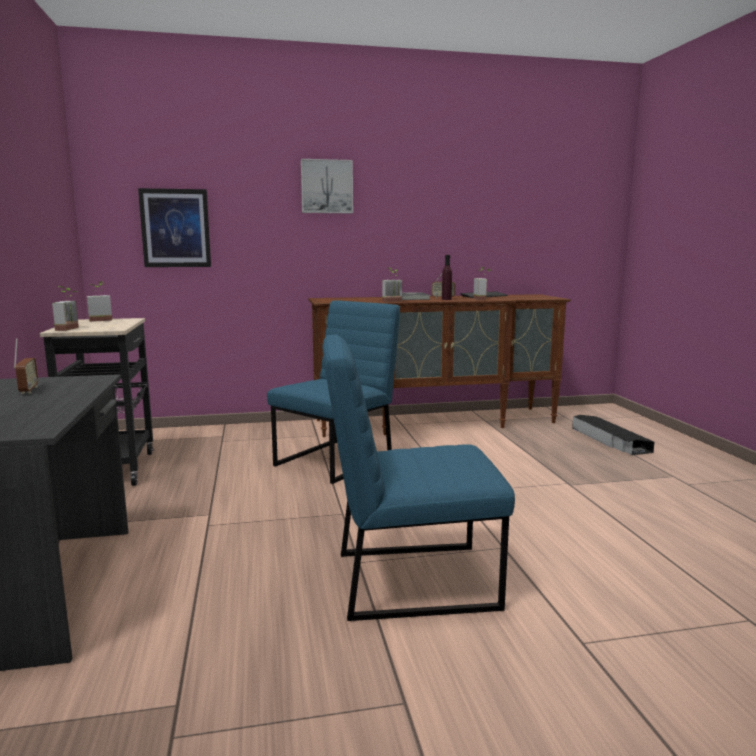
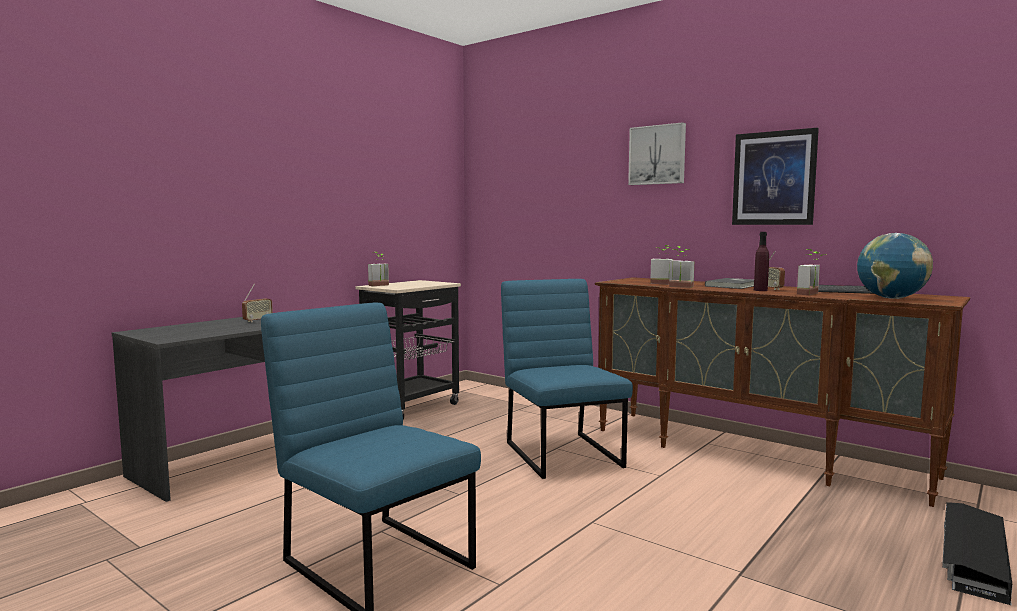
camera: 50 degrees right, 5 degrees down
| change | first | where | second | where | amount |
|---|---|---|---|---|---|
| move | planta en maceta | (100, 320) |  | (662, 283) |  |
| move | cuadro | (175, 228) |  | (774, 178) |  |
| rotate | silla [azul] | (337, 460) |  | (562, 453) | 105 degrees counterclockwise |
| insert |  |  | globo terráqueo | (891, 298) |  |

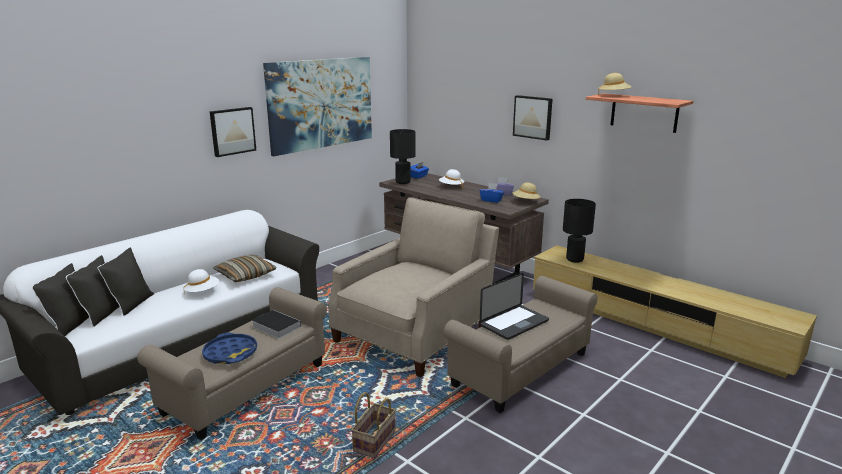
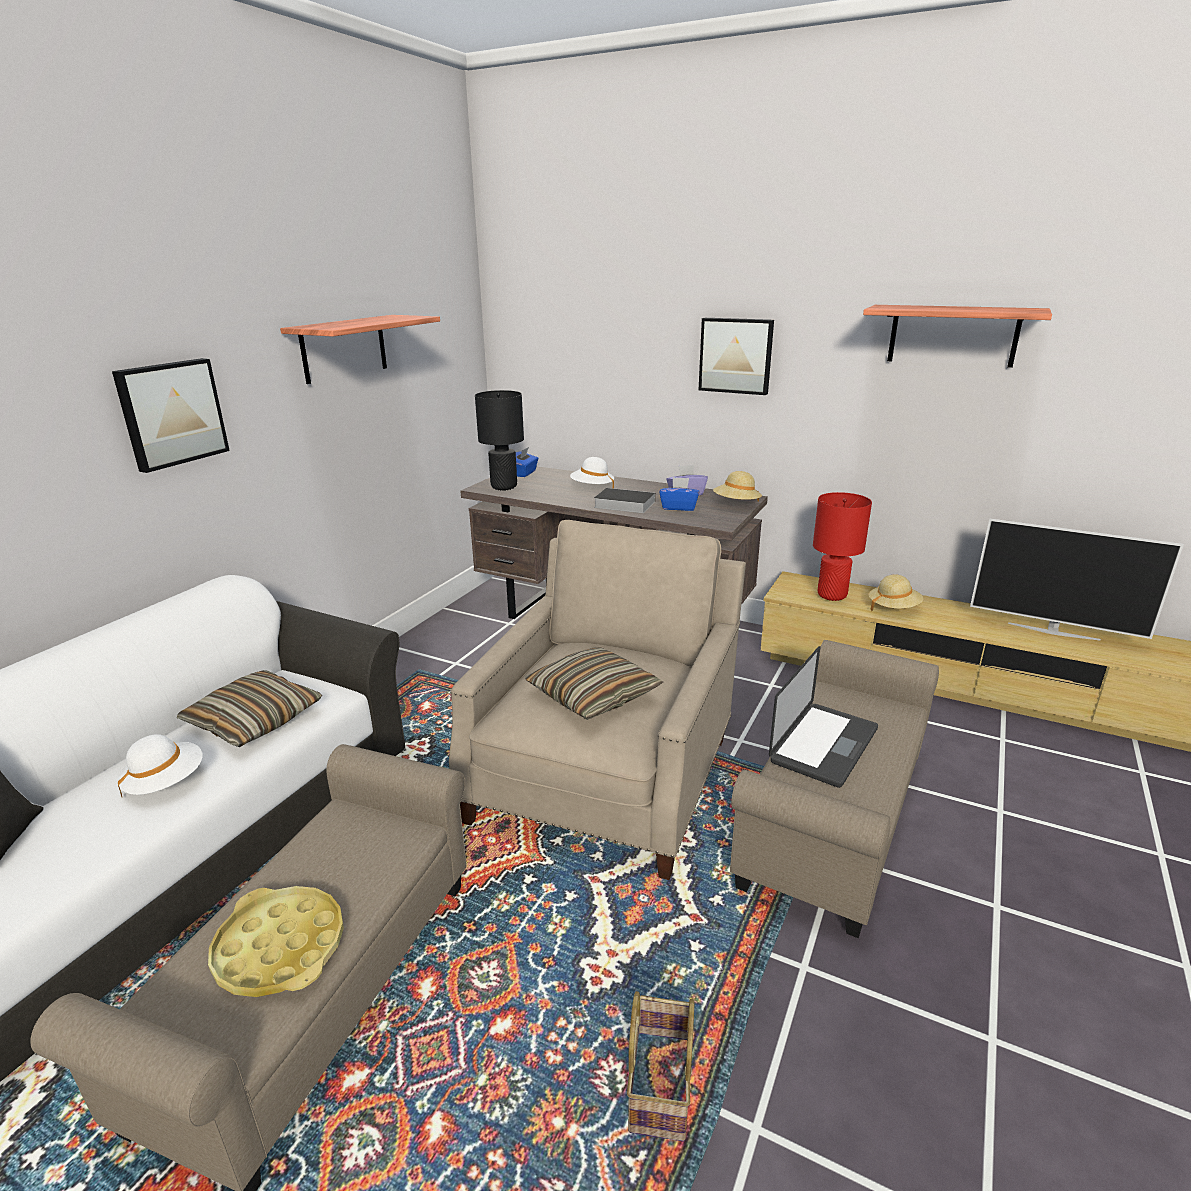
camera: 15 degrees left, 5 degrees up
| change | first | where | second | where | amount |
|---|---|---|---|---|---|
| recolor | bandeja [azul] | (230, 353) | bandeja [amarillo] | (280, 948) |  |
| move | libro | (275, 326) |  | (622, 504) |  |
| replace | cuadro | (321, 103) | estante | (344, 348) |  |
| recolor | lámpara de mesa [negro] | (574, 261) | lámpara de mesa [rojo] | (831, 597) |  |
| move | sombrero [beis] | (614, 95) |  | (893, 608) |  |
| insert |  |  | cojín | (593, 695) |  |
| insert |  |  | televisor | (1053, 631) |  |

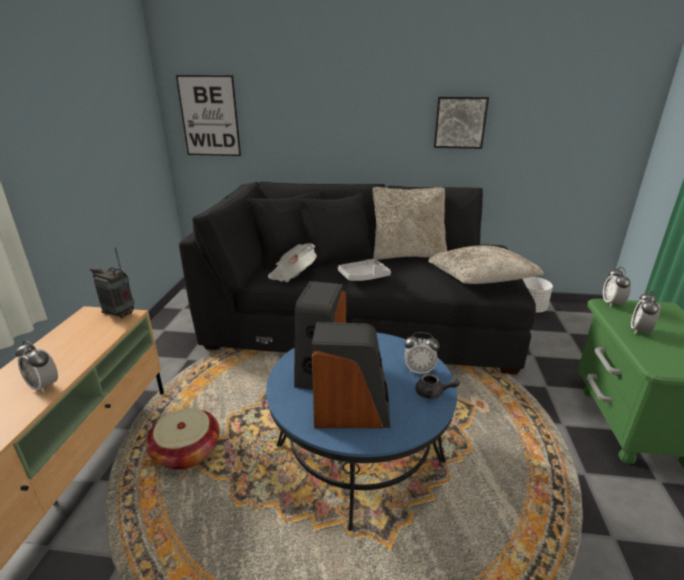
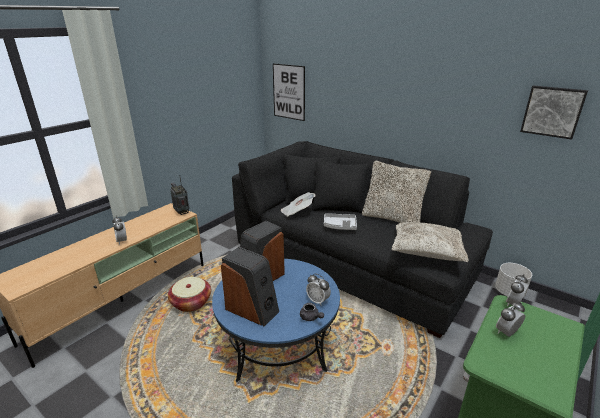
camera: 30 degrees right, 0 degrees up
| change | first | where | second | where | amount |
|---|---|---|---|---|---|
| move | cuadro | (460, 122) |  | (552, 111) |  |

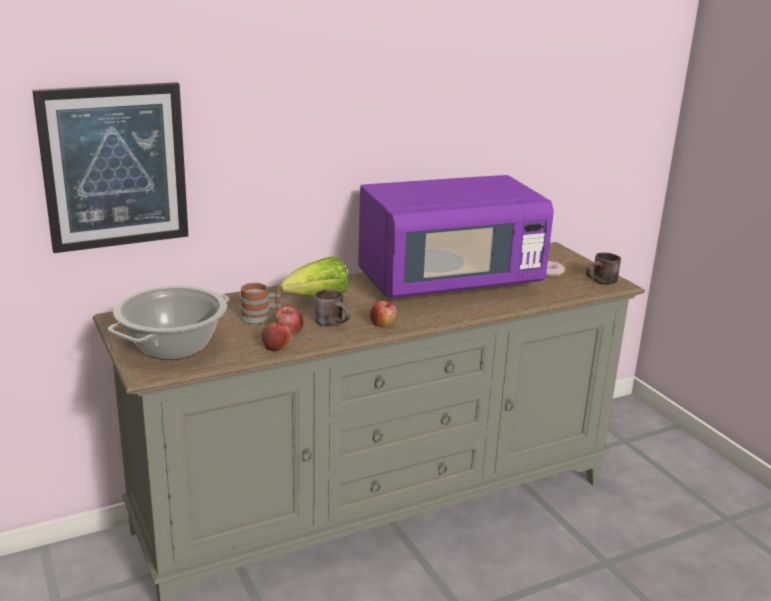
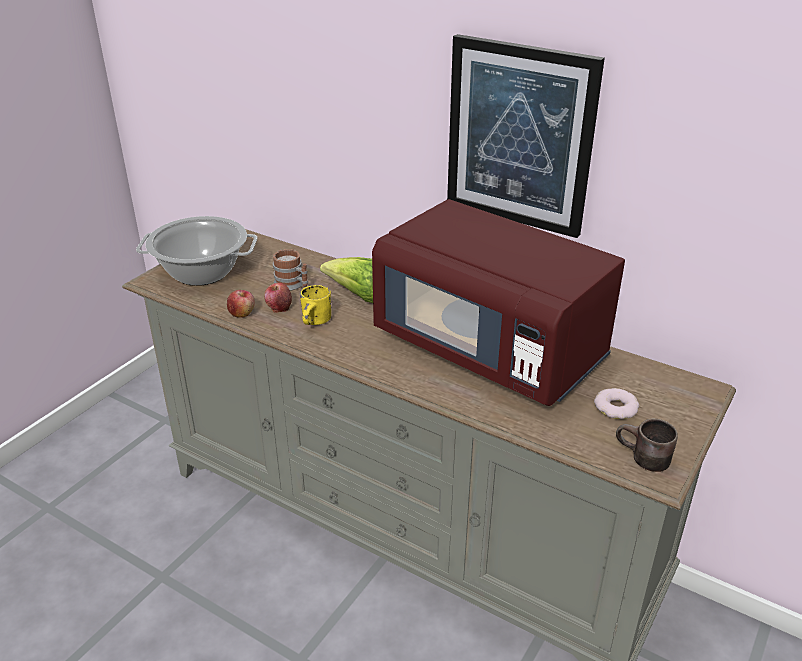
camera: 60 degrees right, 10 degrees up
| change | first | where | second | where | amount |
|---|---|---|---|---|---|
| move | cuadro | (114, 166) |  | (520, 136) |  |
| recolor | taza grande [marrón] | (334, 323) | taza grande [amarillo] | (317, 322) |  |
| recolor | microondas [morado] | (449, 282) | microondas [rojo] | (490, 350) |  |
| delete | manzana | (383, 323) |  |  |  |

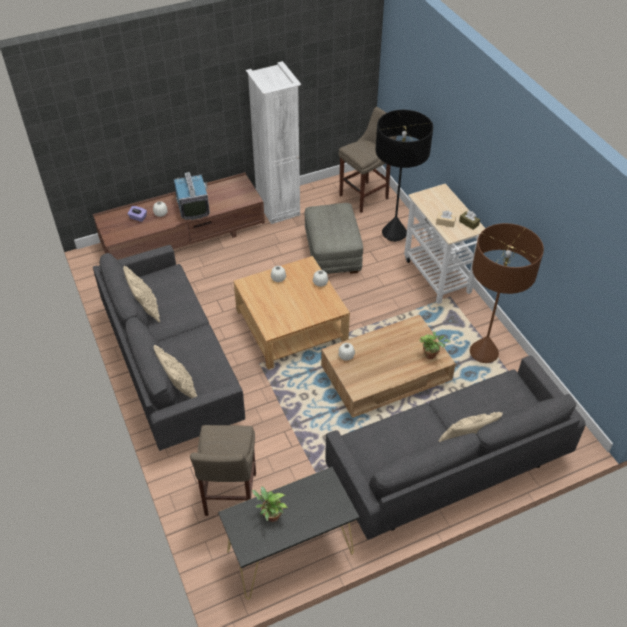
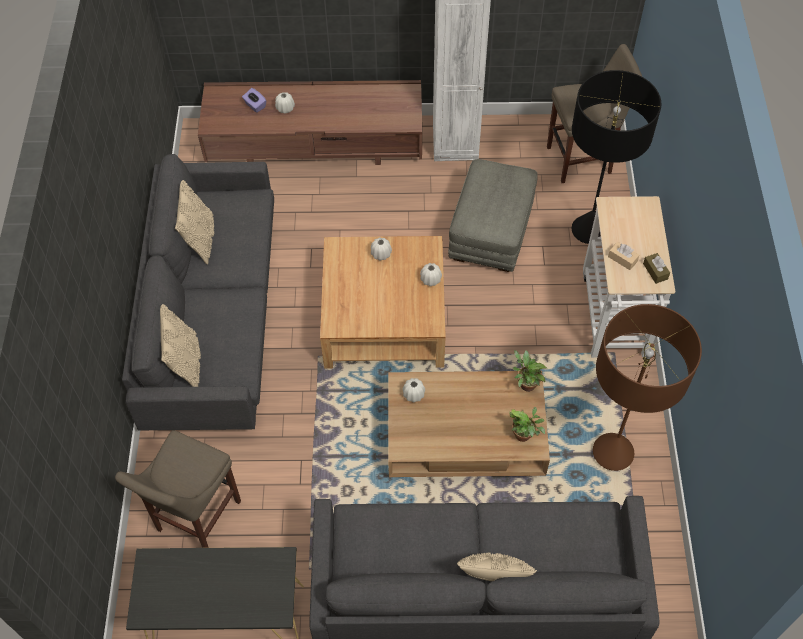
camera: 25 degrees right, 10 degrees up
| change | first | where | second | where | amount |
|---|---|---|---|---|---|
| delete | televisor | (192, 205) |  |  |  |
| move | planta en maceta | (270, 516) |  | (525, 384) |  |

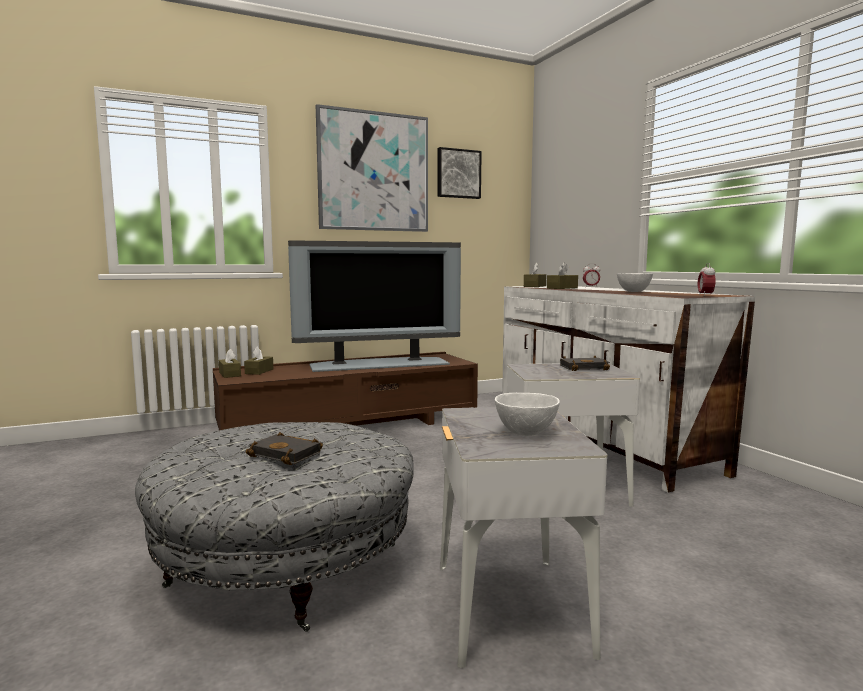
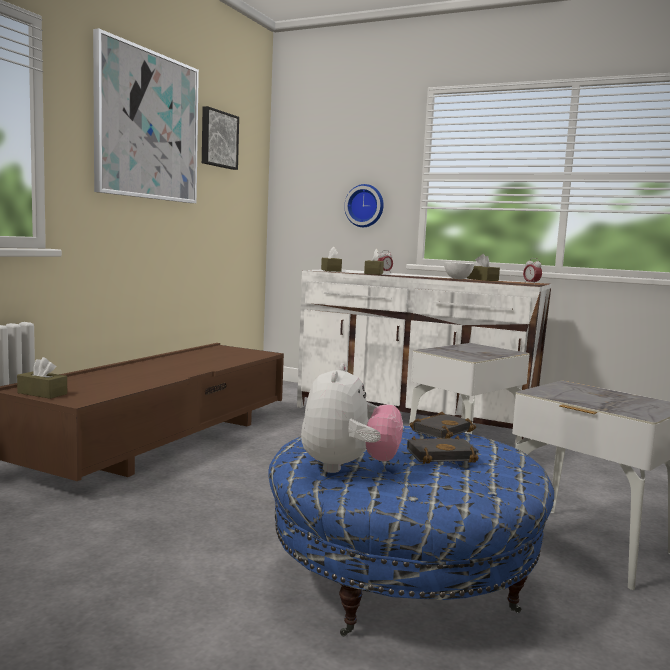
camera: 40 degrees left, 0 degrees up
| change | first | where | second | where | amount |
|---|---|---|---|---|---|
| recolor | puf [gris] | (286, 566) | puf [azul] | (401, 577) |  |
| move | caja de pañuelos [marrón] | (259, 371) |  | (482, 279) |  |
| delete | televisor | (379, 364) |  |  |  |
| delete | cuenco [blanco] | (526, 432) |  |  |  |
| move | libro [negro] | (584, 367) |  | (441, 430) |  |
| insert |  |  | peluche | (348, 467) |  |
| insert |  |  | reloj de pared | (365, 206) |  |

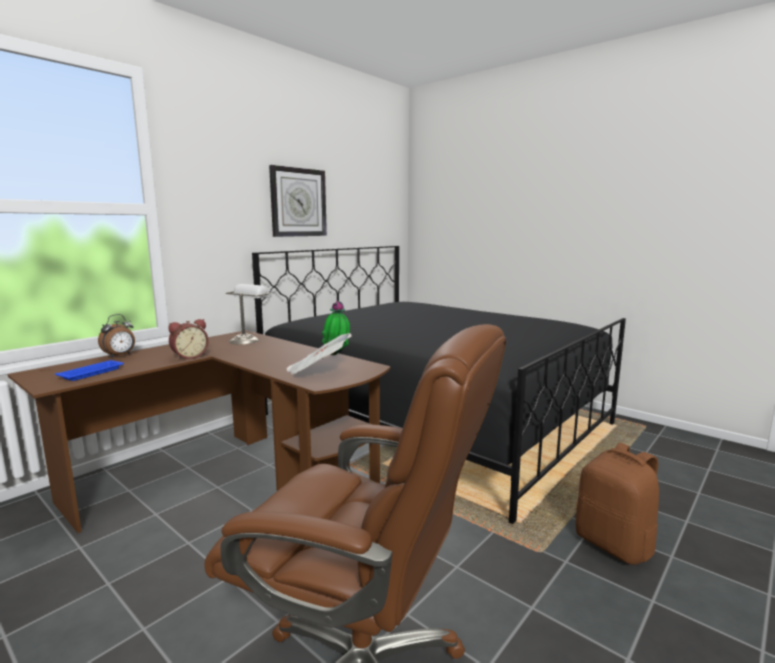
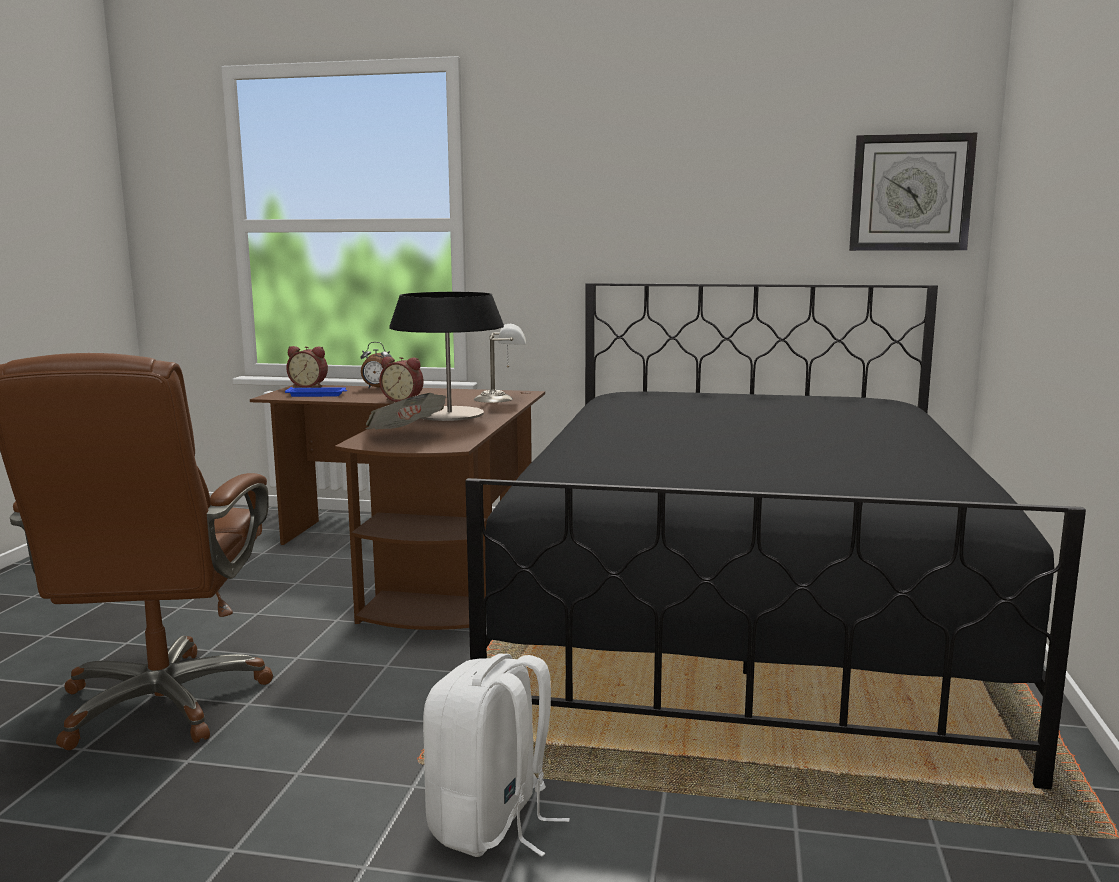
camera: 60 degrees right, 0 degrees up
| change | first | where | second | where | amount |
|---|---|---|---|---|---|
| move | reloj de pared | (298, 202) |  | (911, 193) |  |
| delete | planta en maceta | (337, 354) |  |  |  |
| recolor | mochila [marrón] | (615, 544) | mochila [blanco] | (491, 825) |  |
| insert |  |  | despertador | (309, 386) |  |
| insert |  |  | lámpara de mesa | (449, 414) |  |

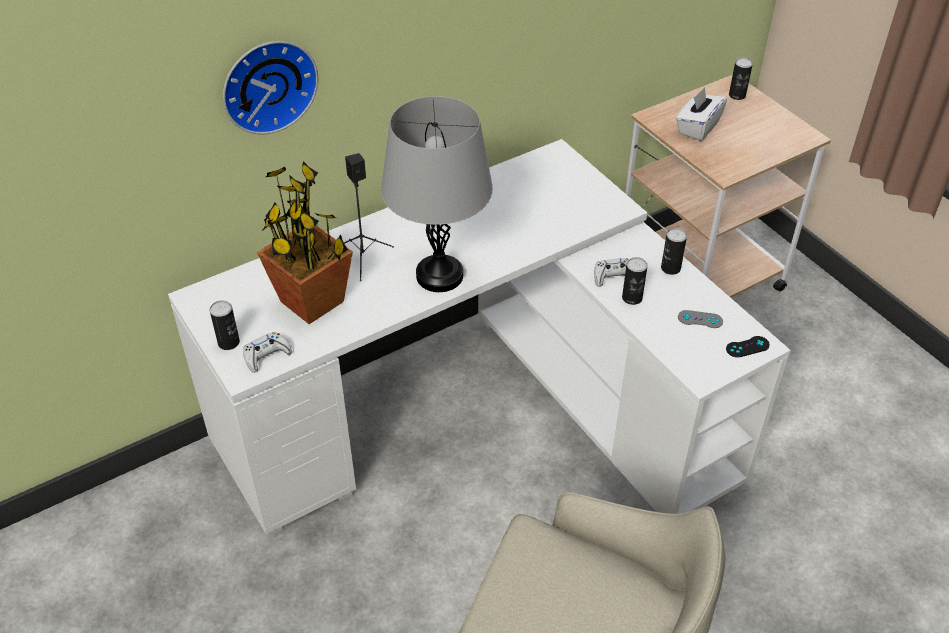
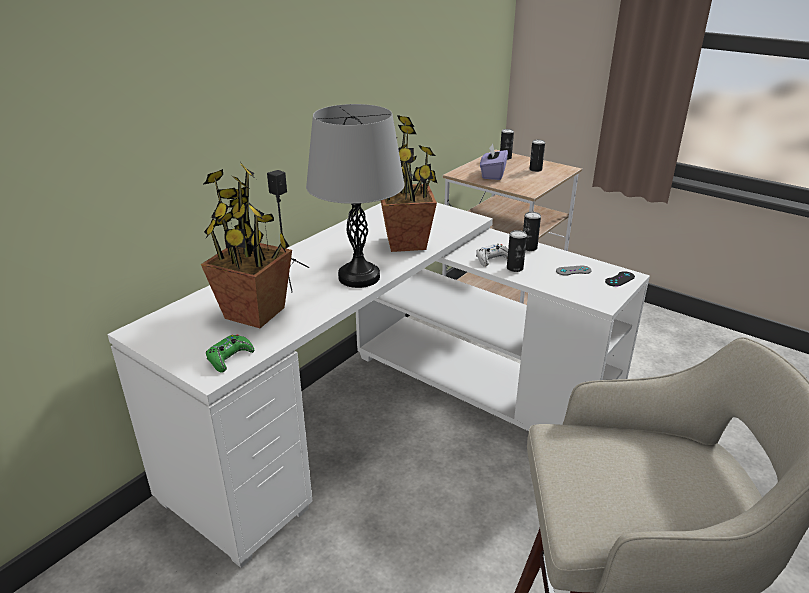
camera: 20 degrees left, 15 degrees down
| change | first | where | second | where | amount |
|---|---|---|---|---|---|
| move | lata | (228, 342) |  | (535, 169) |  |
| delete | reloj de pared | (267, 84) |  |  |  |
| recolor | mando de consola [blanco] | (266, 356) | mando de consola [verde] | (229, 358) |  |
| recolor | caja de pañuelos [blanco] | (697, 127) | caja de pañuelos [morado] | (492, 174) |  |
| insert |  |  | planta en maceta | (407, 243) |  |

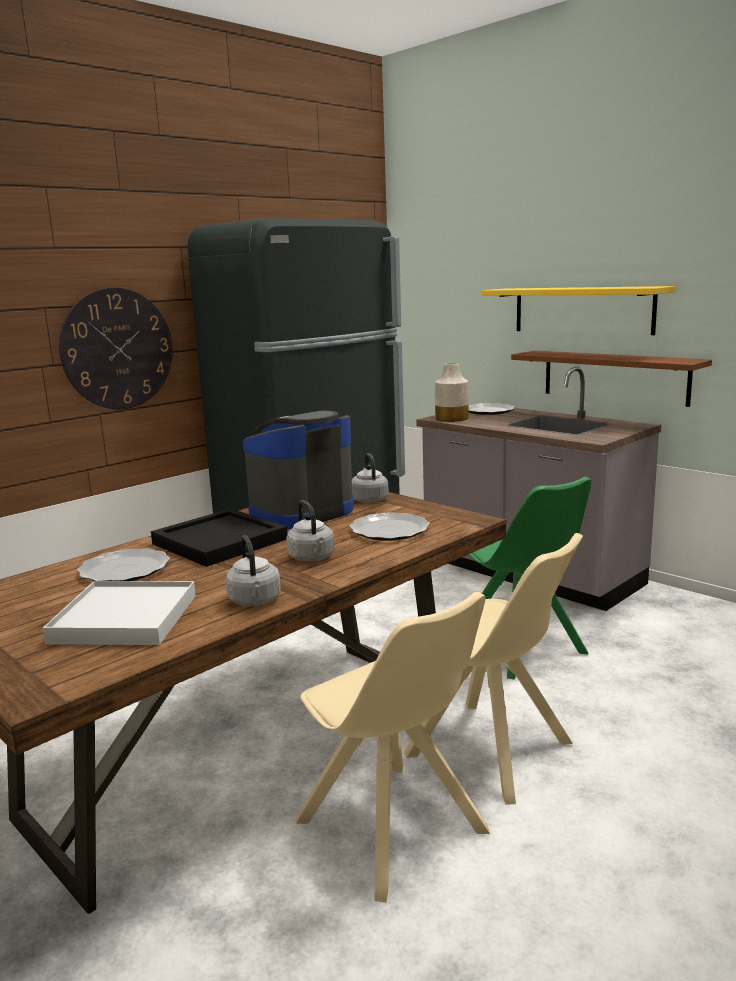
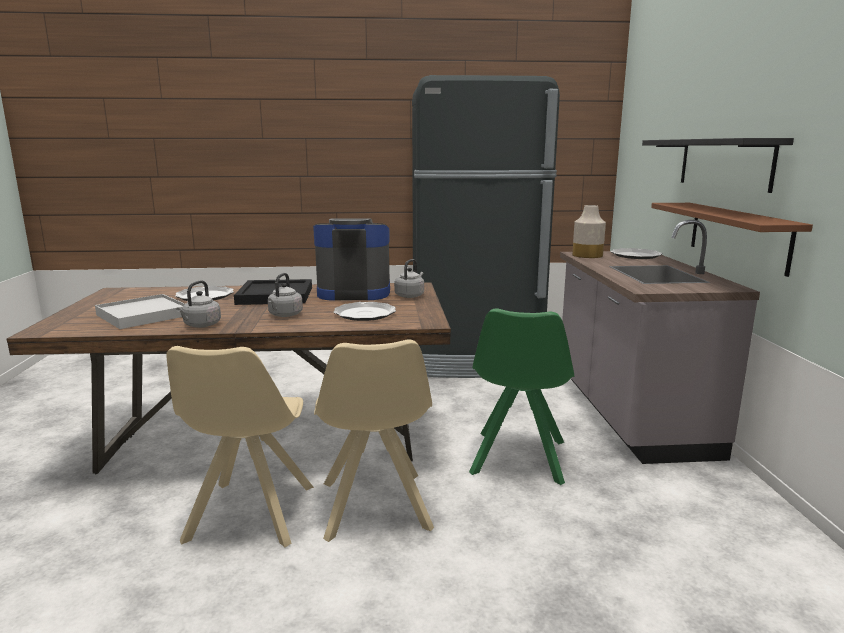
camera: 40 degrees right, 0 degrees up
| change | first | where | second | where | amount |
|---|---|---|---|---|---|
| delete | reloj de pared | (117, 349) |  |  |  |
| recolor | estante [amarillo] | (582, 310) | estante [negro] | (724, 163) |  |

